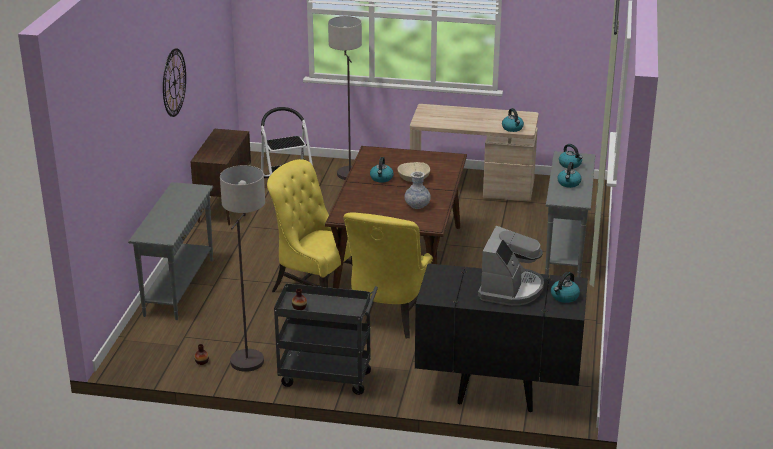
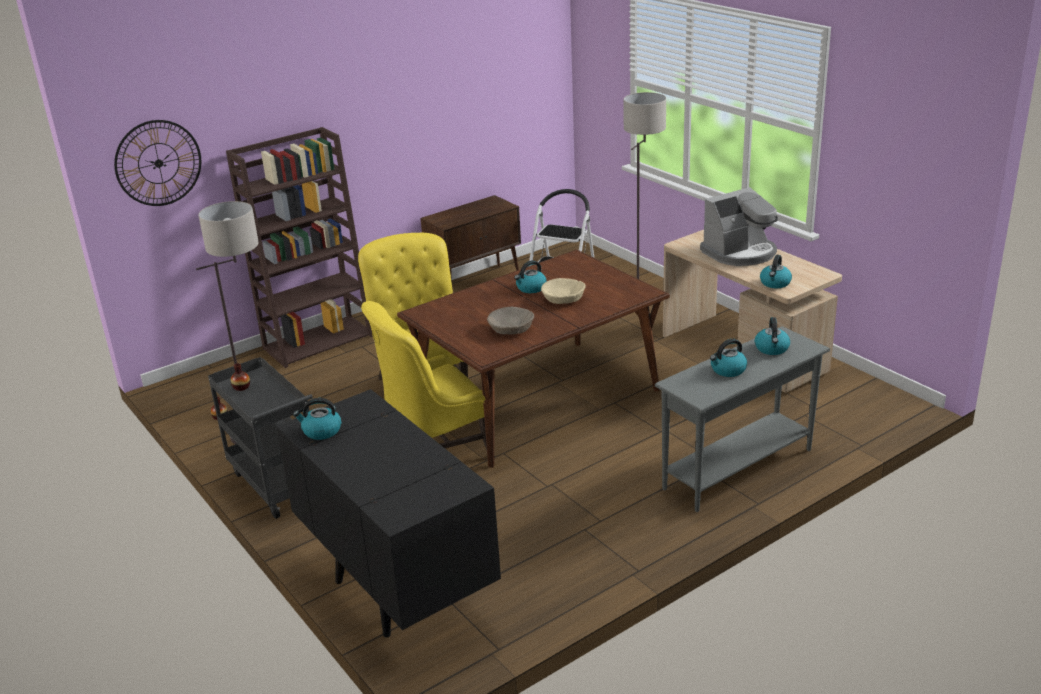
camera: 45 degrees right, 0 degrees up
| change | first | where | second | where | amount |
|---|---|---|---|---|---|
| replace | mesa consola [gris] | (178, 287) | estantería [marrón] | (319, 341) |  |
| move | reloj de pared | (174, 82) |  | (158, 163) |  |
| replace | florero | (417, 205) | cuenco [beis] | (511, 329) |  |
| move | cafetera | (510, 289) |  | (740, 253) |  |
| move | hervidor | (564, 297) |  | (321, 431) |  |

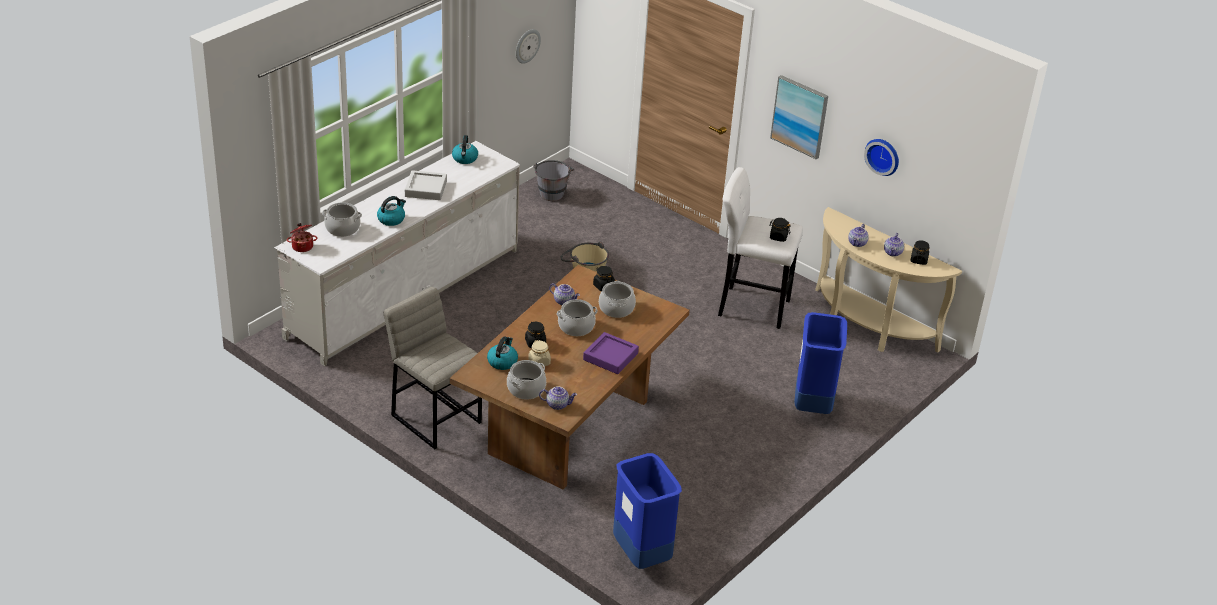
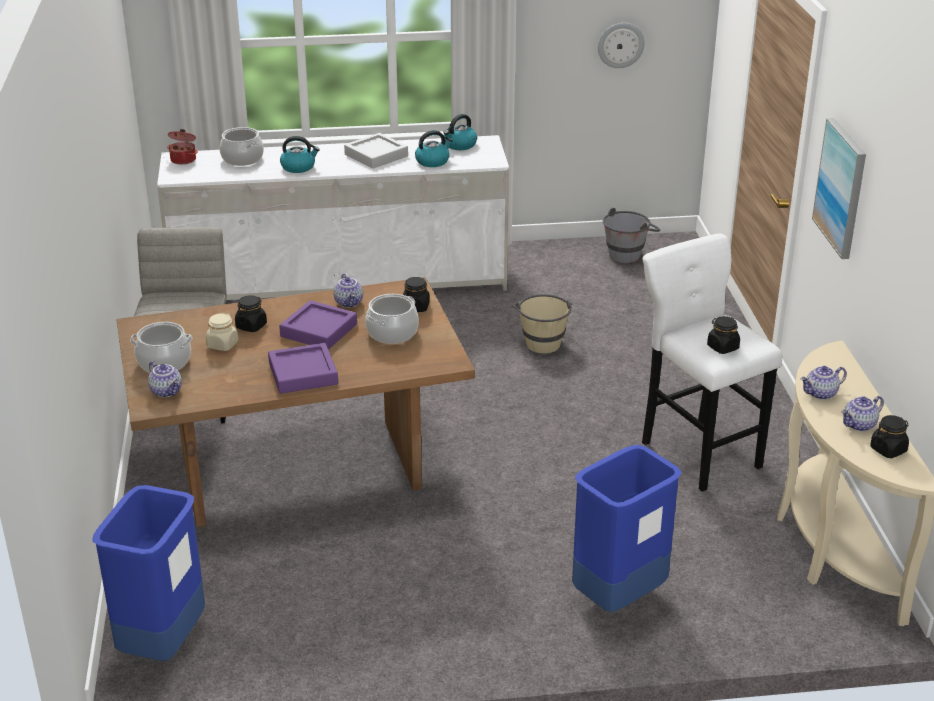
camera: 45 degrees right, 5 degrees down
| change | first | where | second | where | amount |
|---|---|---|---|---|---|
| move | hervidor | (502, 361) |  | (433, 161) |  |
| replace | olla | (576, 327) | bandeja [morado] | (319, 330) |  |
| delete | reloj de pared | (883, 156) |  |  |  |

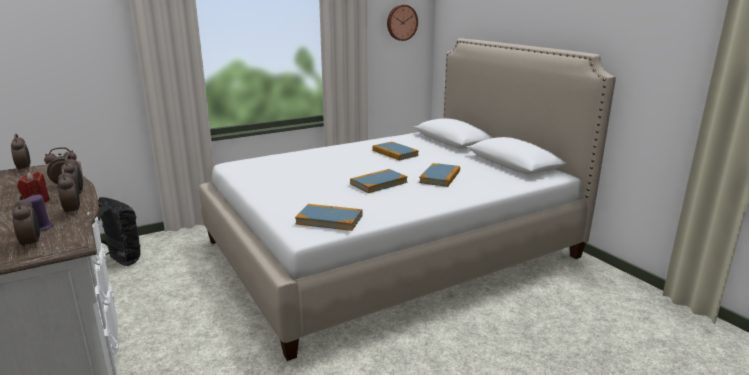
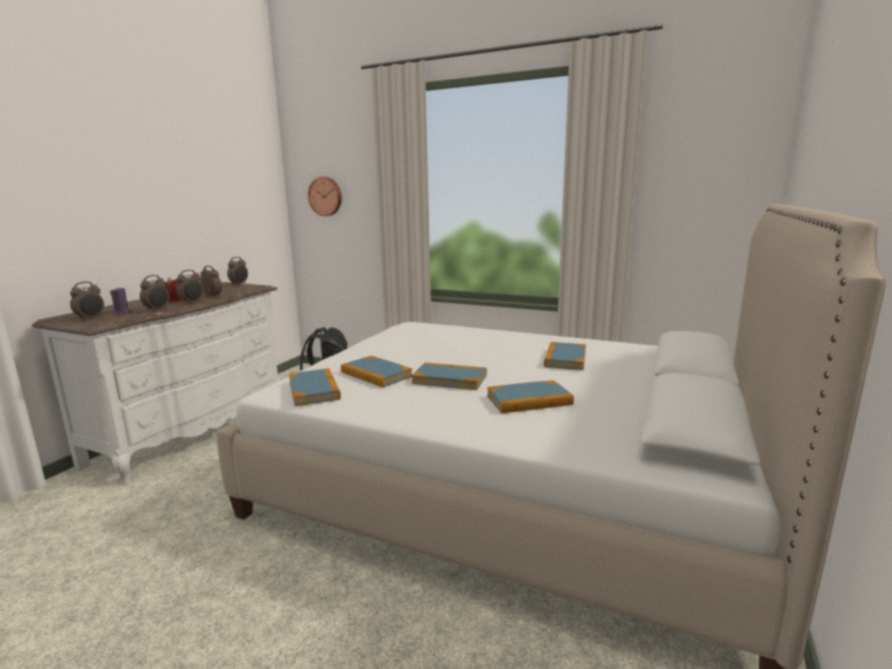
camera: 55 degrees right, 5 degrees down
| change | first | where | second | where | amount |
|---|---|---|---|---|---|
| move | reloj de pared | (401, 22) |  | (326, 196) |  |
| insert |  |  | libro | (376, 374) |  |

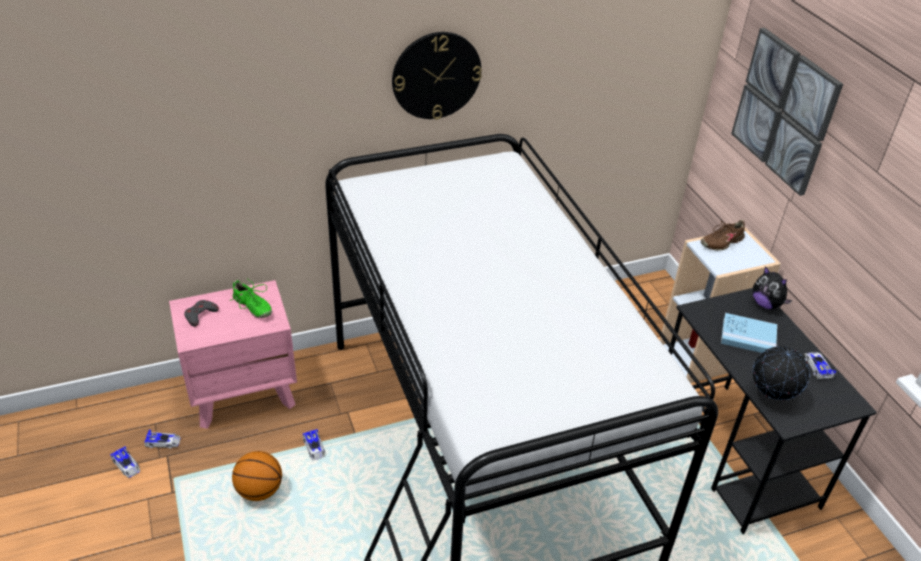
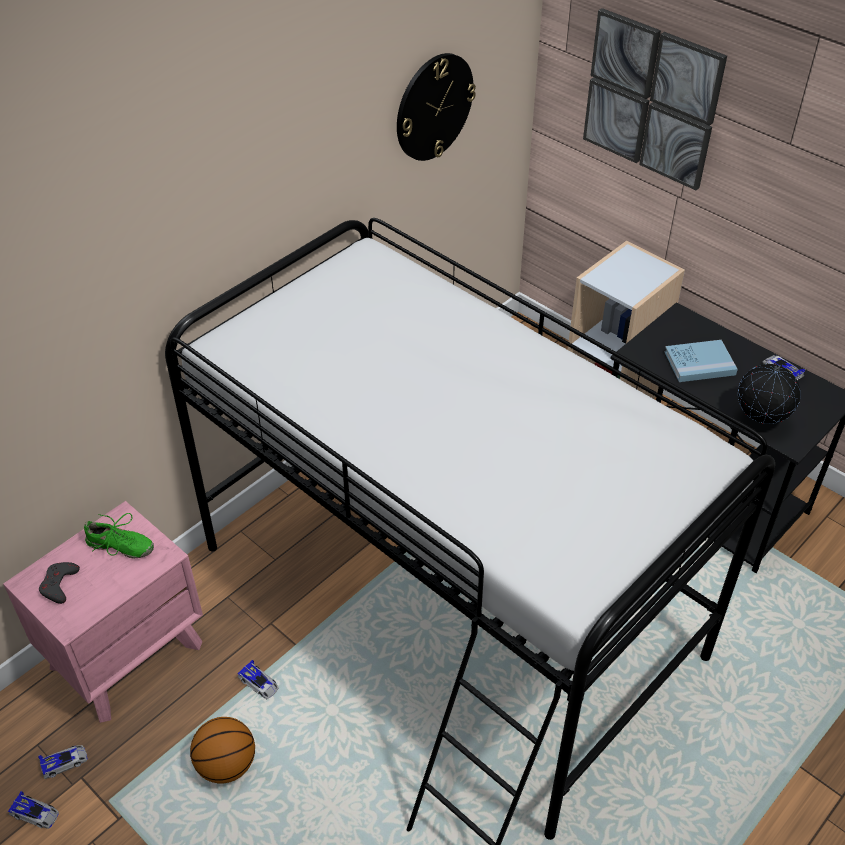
camera: 25 degrees left, 5 degrees up
| change | first | where | second | where | amount |
|---|---|---|---|---|---|
| move | reloj de pared | (436, 75) |  | (434, 107) |  |
| delete | zapato [marrón] | (721, 242) |  |  |  |
| delete | peluche | (766, 304) |  |  |  |

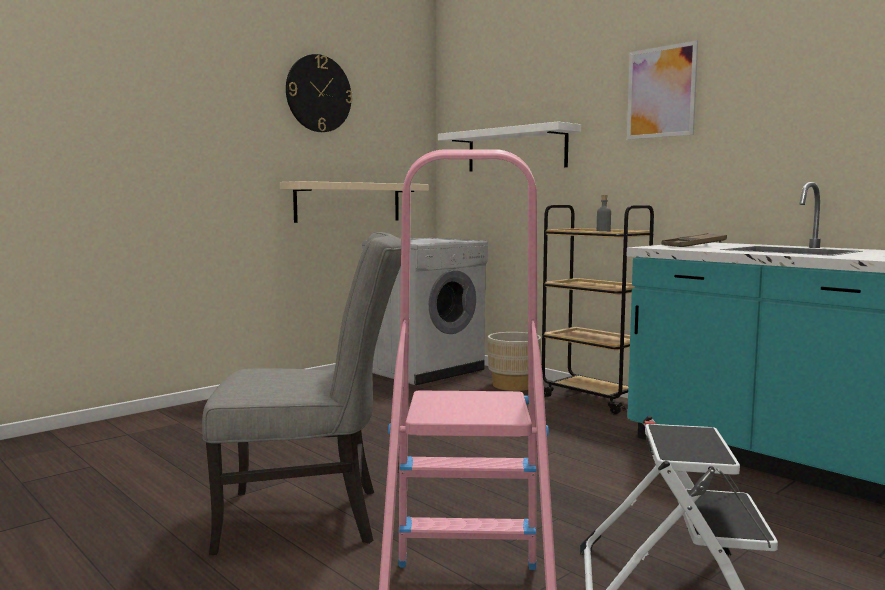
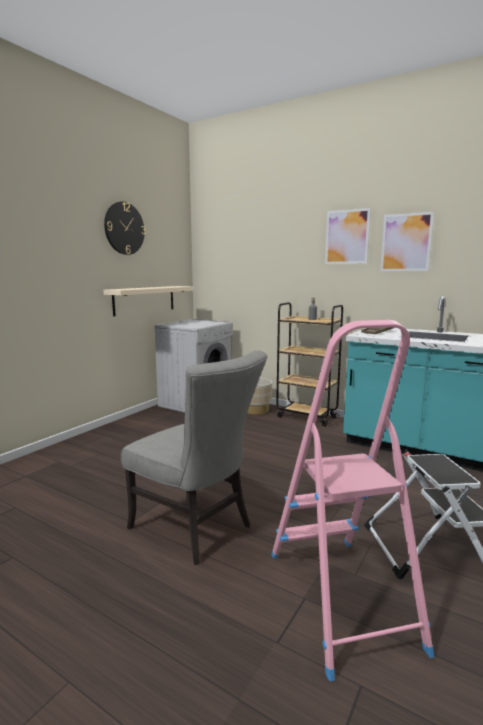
camera: 15 degrees left, 5 degrees up
| change | first | where | second | where | amount |
|---|---|---|---|---|---|
| rotate | silla [gris] | (312, 517) |  | (196, 528) | 60 degrees clockwise |
| delete | estante [blanco] | (516, 150) |  |  |  |
| insert |  |  | cuadro | (406, 242) |  |

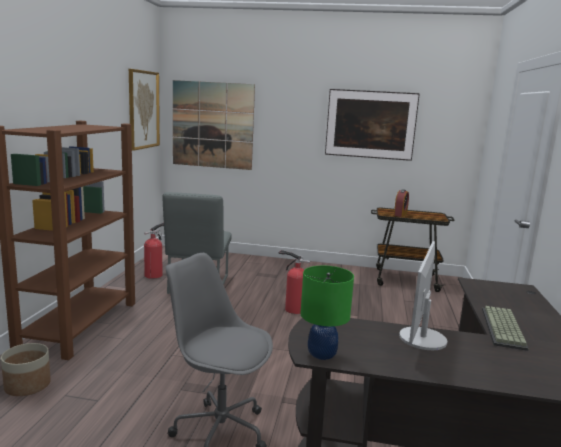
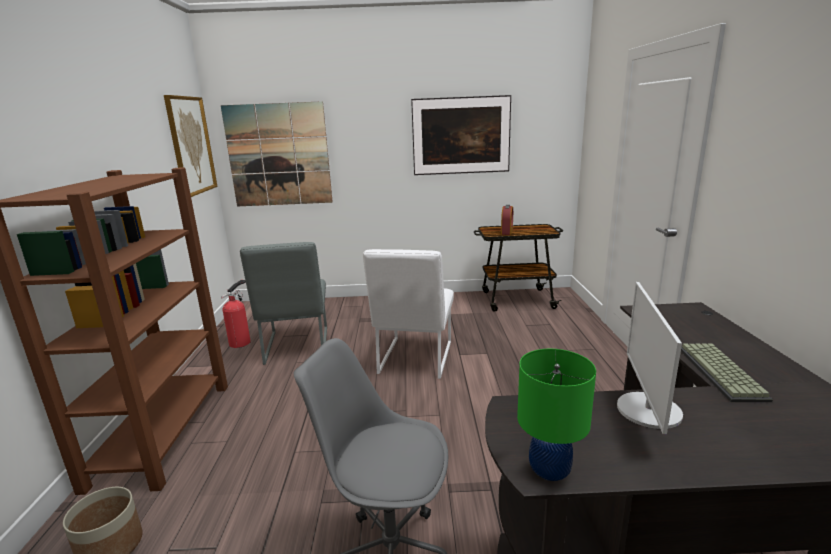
camera: 10 degrees left, 5 degrees up
| change | first | where | second | where | amount |
|---|---|---|---|---|---|
| replace | extintor | (292, 309) | silla [blanco] | (414, 358) |  |

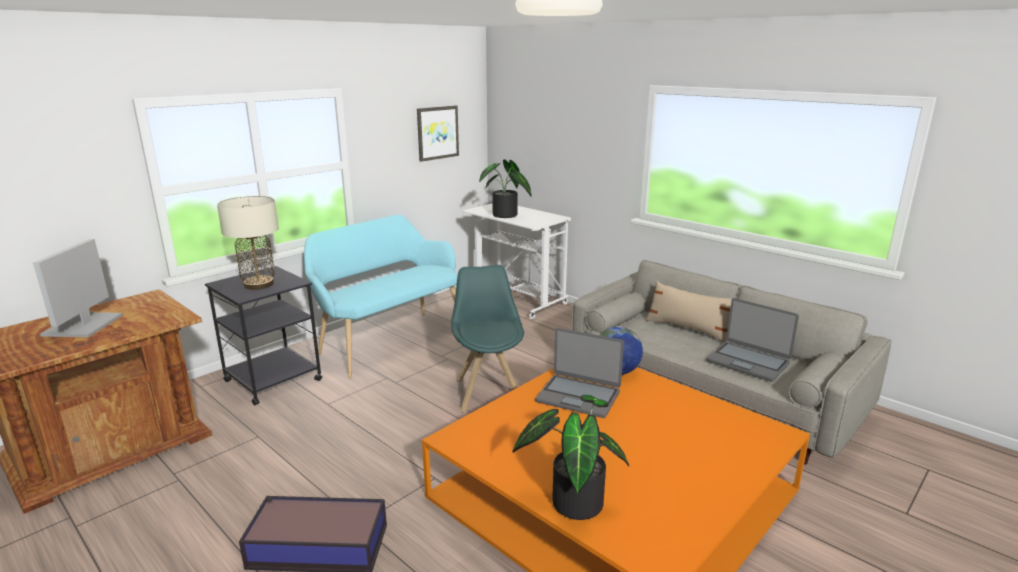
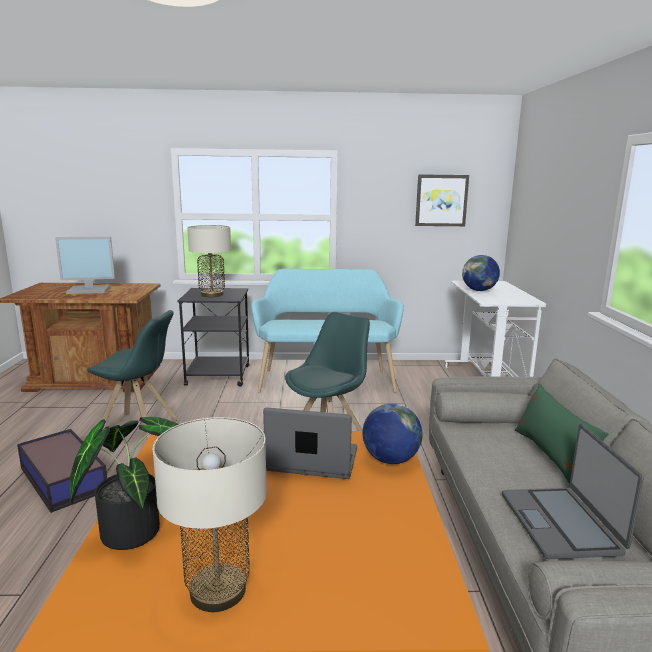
camera: 45 degrees right, 5 degrees down
| change | first | where | second | where | amount |
|---|---|---|---|---|---|
| rotate | monitor | (83, 326) |  | (89, 290) | 150 degrees counterclockwise |
| replace | planta en maceta | (505, 216) | globo terráqueo | (479, 290) |  |
| rotate | portátil | (578, 396) |  | (312, 460) | 120 degrees clockwise |
| recolor | cojín [beis] | (688, 329) | cojín [verde] | (552, 458) |  |
| insert |  |  | silla [turquesa] | (138, 428) |  |
| insert |  |  | lámpara de mesa | (218, 590) |  |

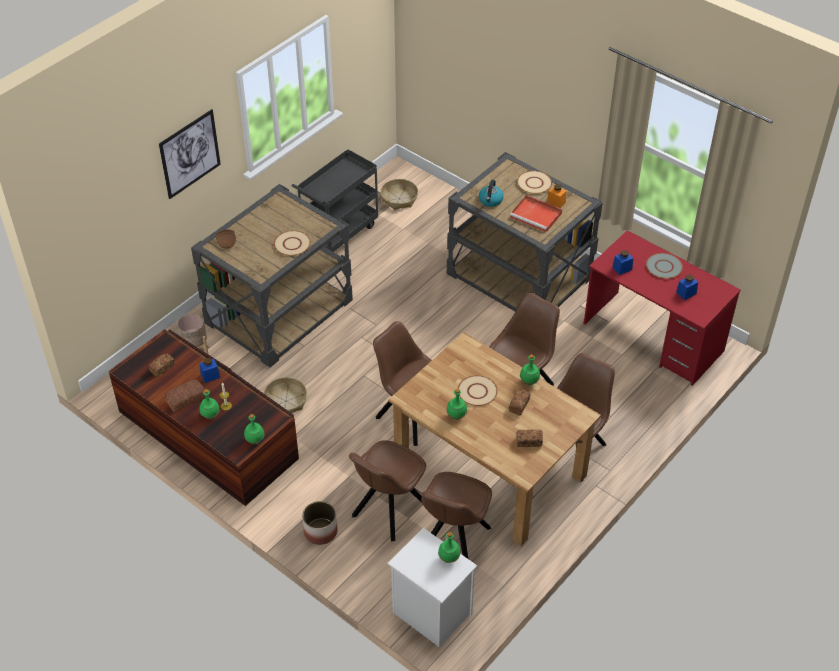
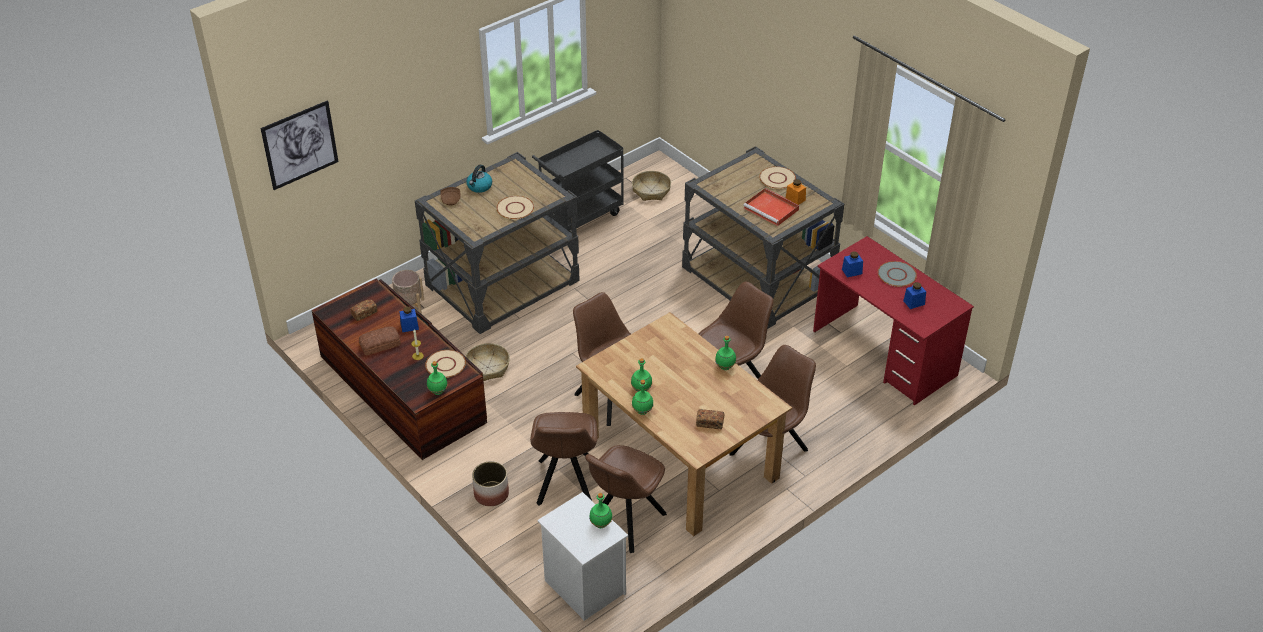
camera: 10 degrees right, 5 degrees down
| change | first | where | second | where | amount |
|---|---|---|---|---|---|
| move | cuadro | (190, 154) |  | (300, 145) |  |
| move | botella [verde] | (210, 416) |  | (642, 411) |  |
| rotate | silla [marrón] | (389, 510) |  | (566, 483) | 45 degrees counterclockwise |
| move | plato [beis] | (477, 391) |  | (446, 364) |  |
| move | hervidor | (490, 200) |  | (479, 187) |  |
| delete | pan | (519, 405) |  |  |  |

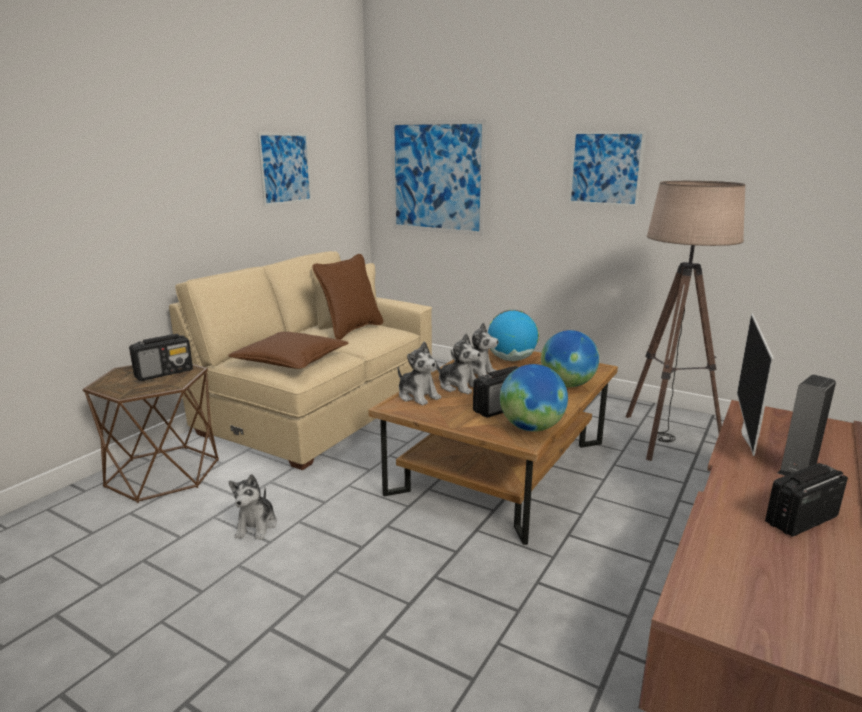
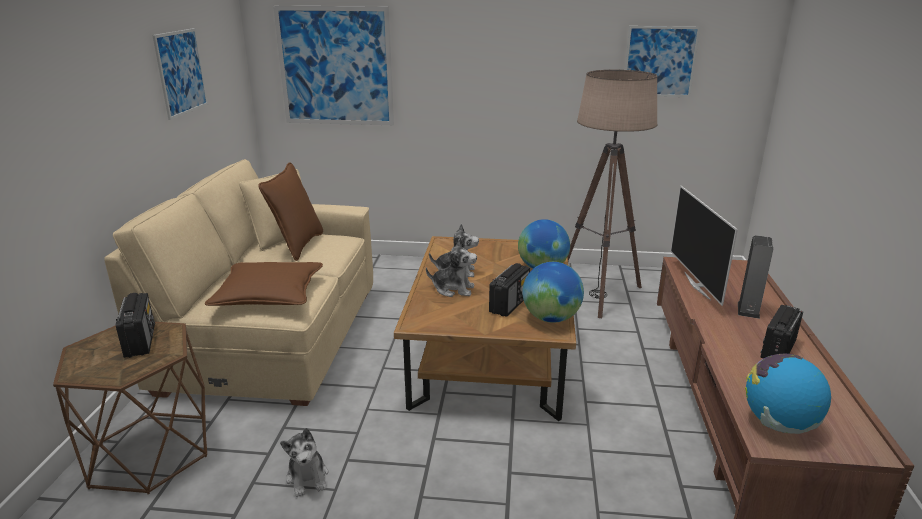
camera: 25 degrees left, 5 degrees up
| change | first | where | second | where | amount |
|---|---|---|---|---|---|
| rotate | radio | (164, 373) |  | (140, 341) | 45 degrees counterclockwise |
| delete | peluche | (418, 396) |  |  |  |
| move | globo terráqueo | (511, 360) |  | (779, 424) |  |
| move | cuadro | (605, 168) |  | (659, 62) |  |

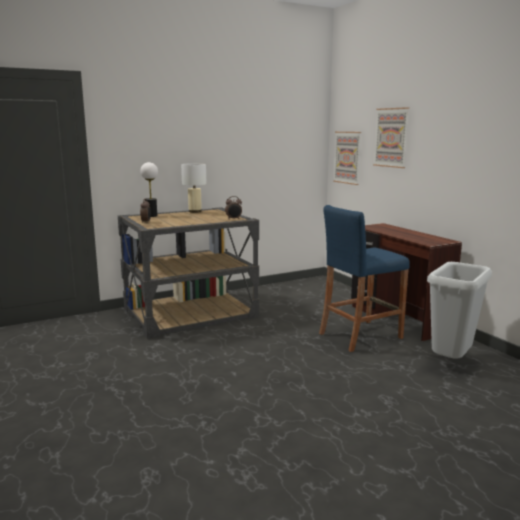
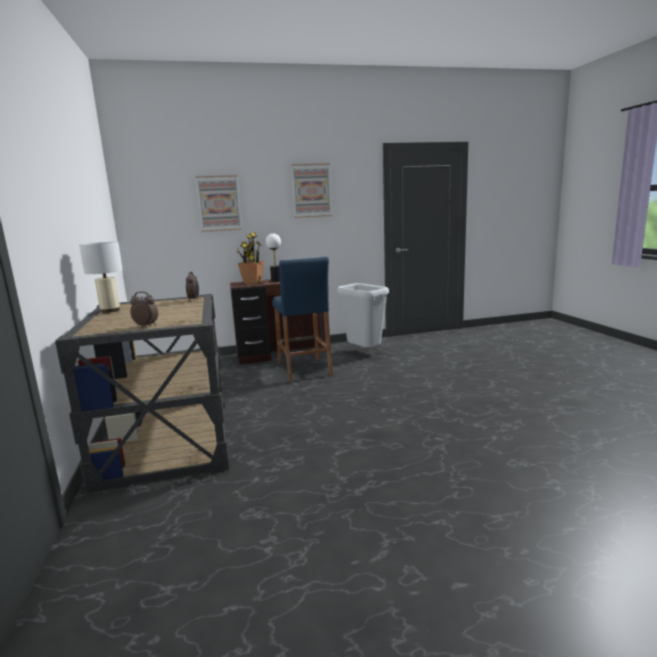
camera: 75 degrees left, 0 degrees up
| change | first | where | second | where | amount |
|---|---|---|---|---|---|
| move | lámpara de mesa | (151, 216) |  | (276, 281) |  |
| move | cuadro | (347, 157) |  | (311, 190) |  |
| insert |  |  | planta en maceta | (252, 282) |  |

